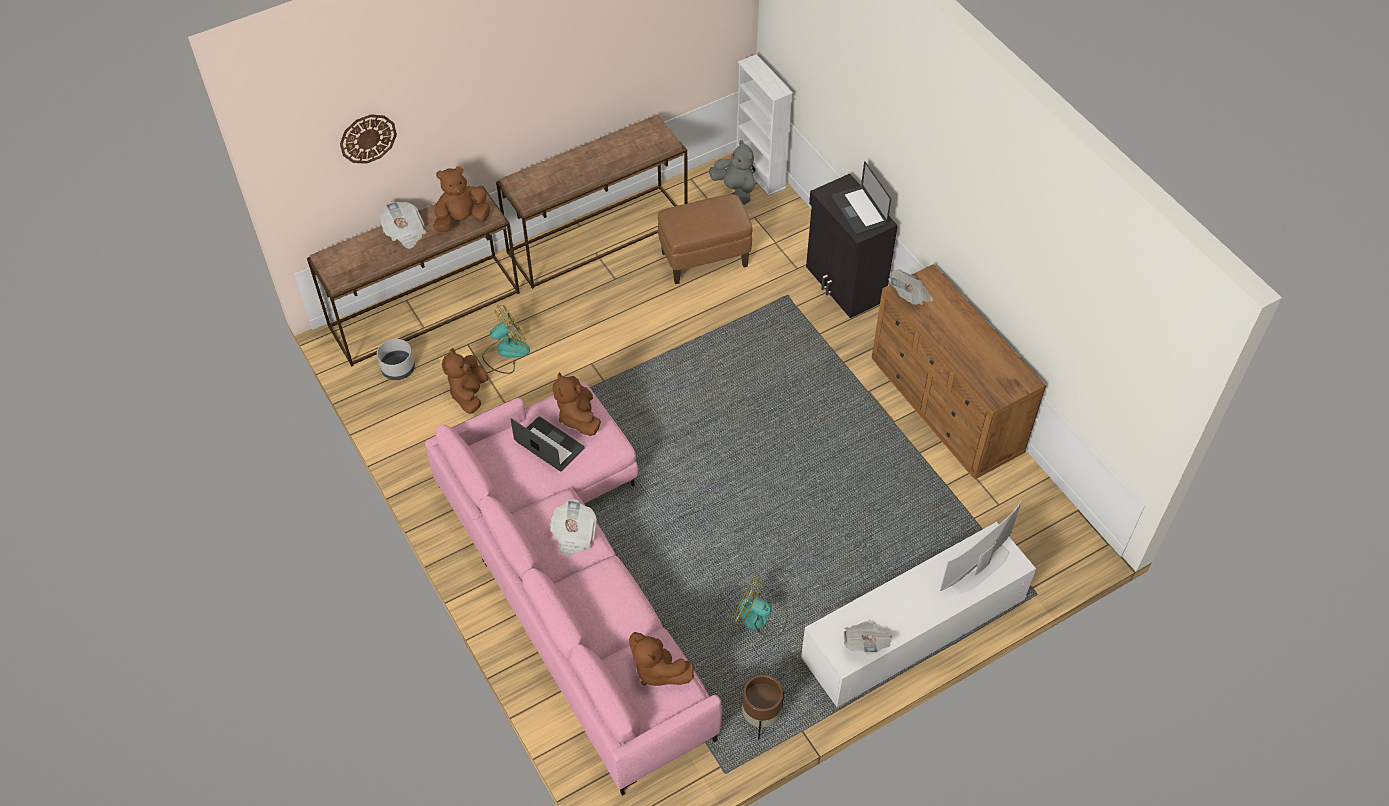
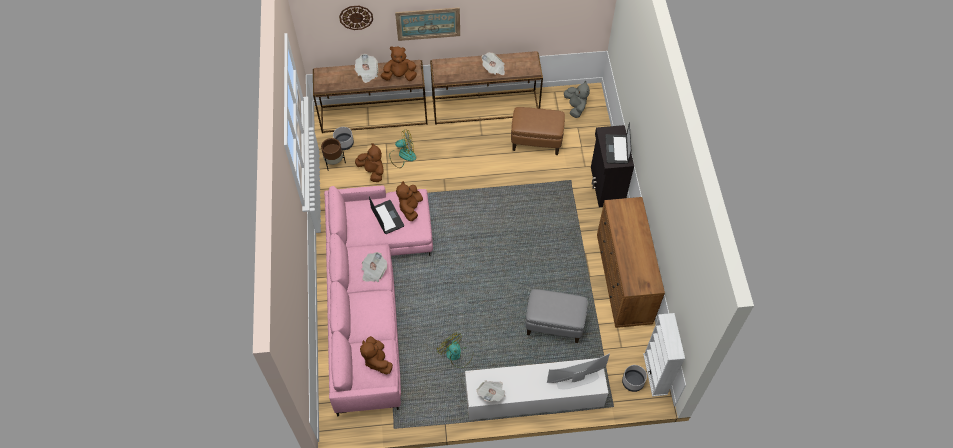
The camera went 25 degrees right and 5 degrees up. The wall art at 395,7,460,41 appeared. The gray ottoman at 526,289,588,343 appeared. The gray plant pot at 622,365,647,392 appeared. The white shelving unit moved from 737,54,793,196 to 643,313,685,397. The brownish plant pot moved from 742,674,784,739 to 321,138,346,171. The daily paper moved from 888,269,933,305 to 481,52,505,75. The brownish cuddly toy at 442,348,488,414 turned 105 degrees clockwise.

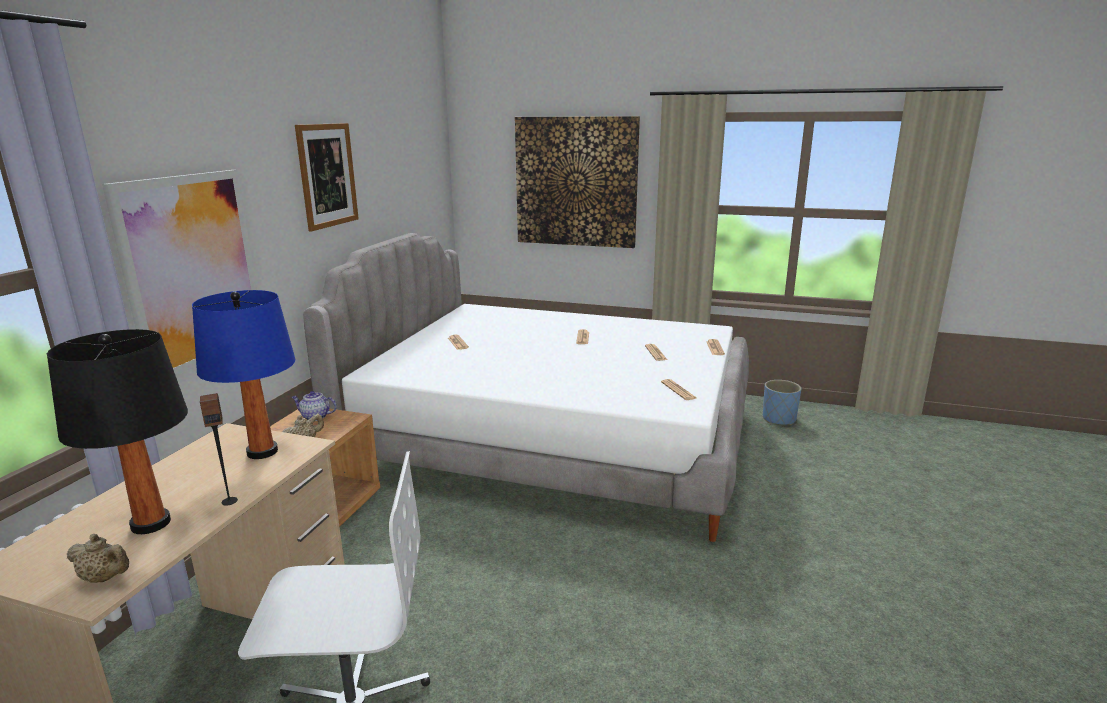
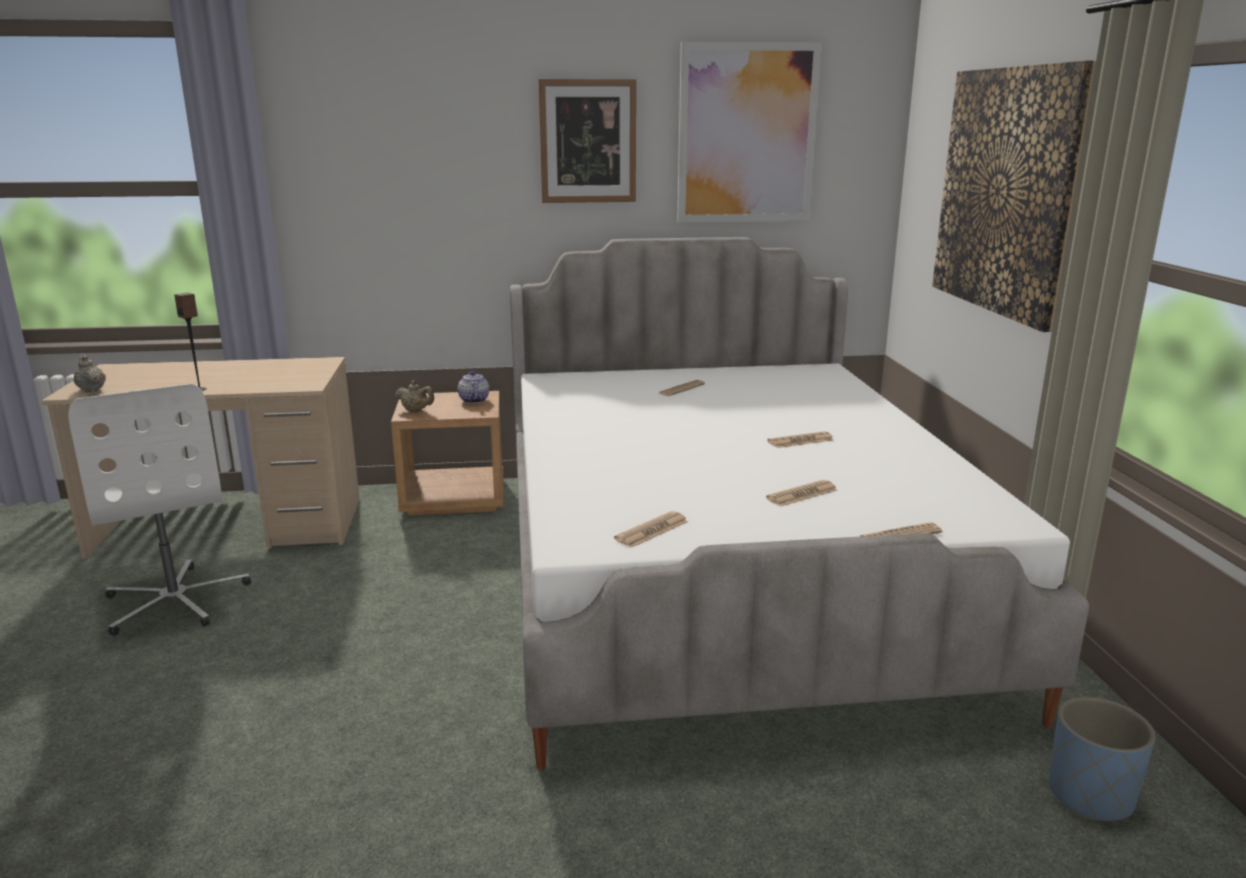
The camera went 65 degrees right and 0 degrees up. The blackish tabletop lamp at 47,329,188,534 disappeared. The blue-coloured tabletop lamp at 192,290,296,459 disappeared. The wall art moved from 102,170,257,376 to 677,41,822,223. The beige pot for tea at 67,534,129,583 turned 150 degrees clockwise.

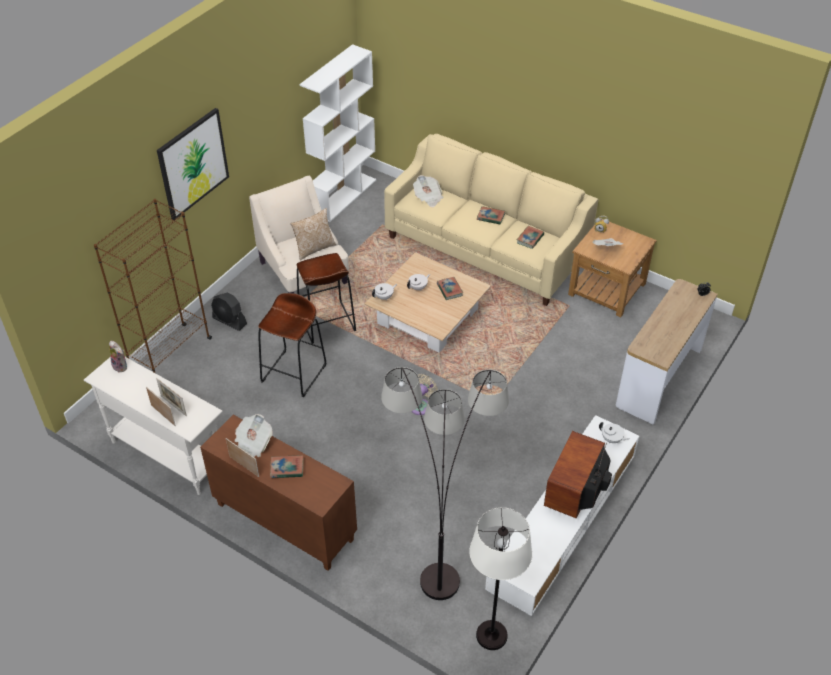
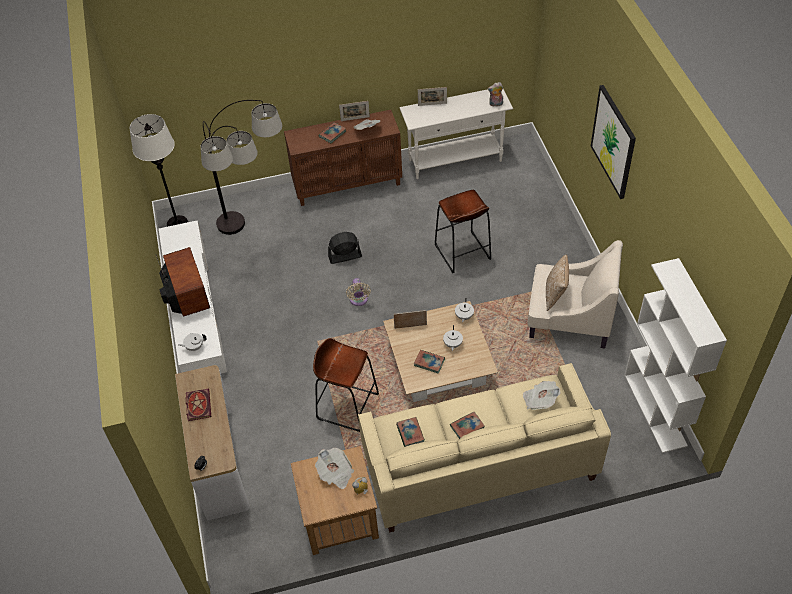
The camera went 135 degrees right and 5 degrees up. The brownish shelving unit at 94,199,212,373 disappeared. The book at 186,389,211,421 appeared. The picture frame moved from 156,378,187,416 to 393,310,427,329. The blackish cooling fan moved from 211,293,247,331 to 328,232,362,264. The brownish sitting stool moved from 297,253,356,344 to 313,338,379,432.

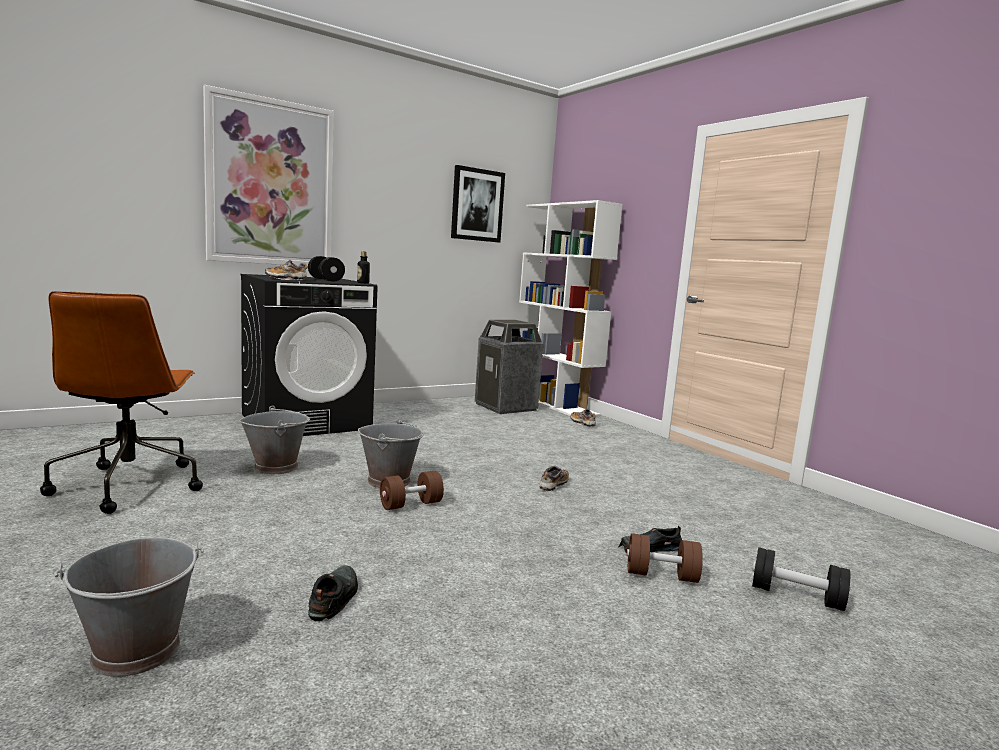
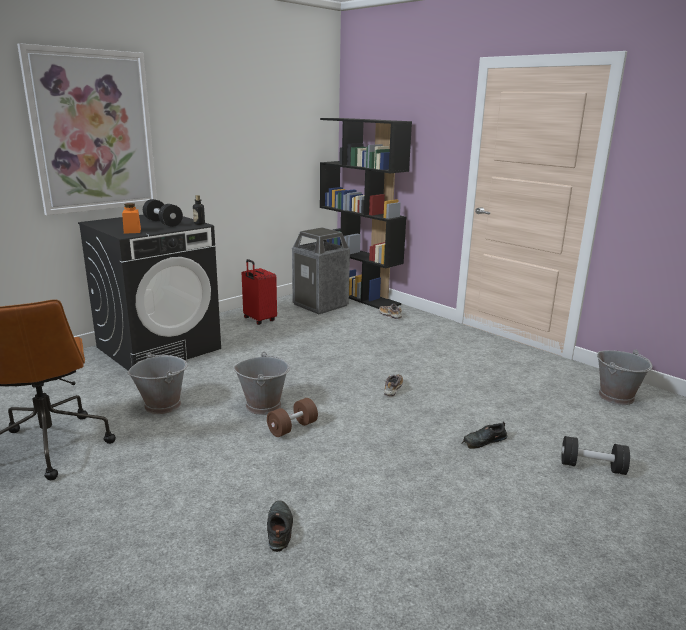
The camera went 10 degrees left and 10 degrees up. The wall art at 451,165,505,243 disappeared. The brownish dumbbell at 627,533,703,583 disappeared. The reddish travel case at 242,259,277,325 appeared. The gray pail moved from 54,537,204,677 to 597,350,652,405. The shoe at 265,260,308,280 was replaced by the orange storage jar at 122,203,141,234. The white shelving unit at 519,200,622,417 became the blackish shelving unit at 320,118,412,309.

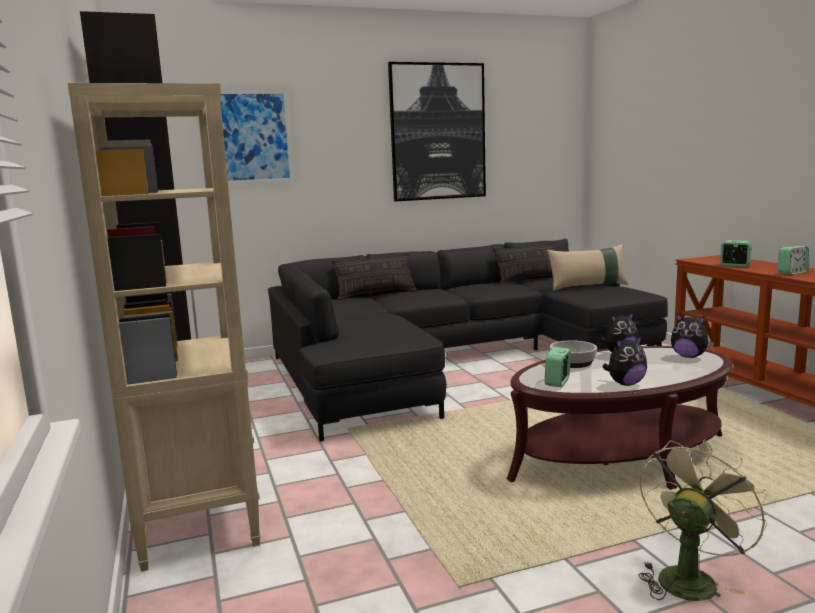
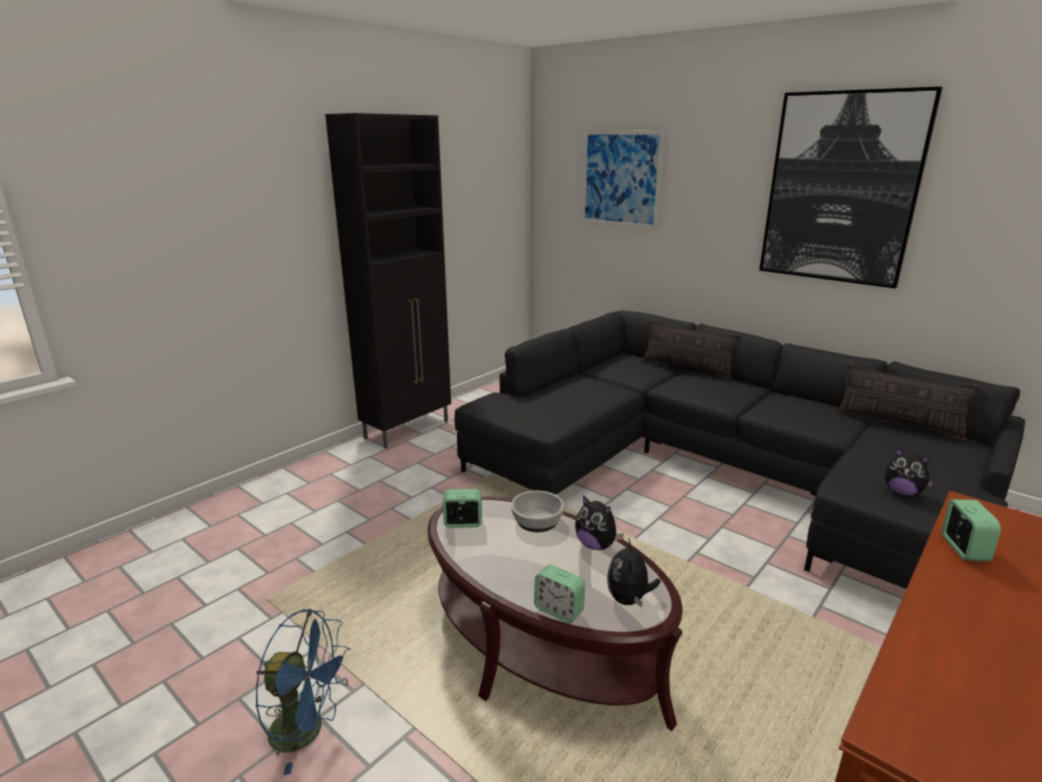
The camera went 60 degrees right and 10 degrees up. The beige shelving unit at 68,83,261,572 disappeared. The beige throw pillow at 547,244,628,291 disappeared. The cuddly toy moved from 602,335,647,386 to 885,448,934,496. The table clock moved from 778,246,809,275 to 534,565,585,623. The greenish cooling fan at 638,439,768,601 became the blue-coloured cooling fan at 255,609,351,775.

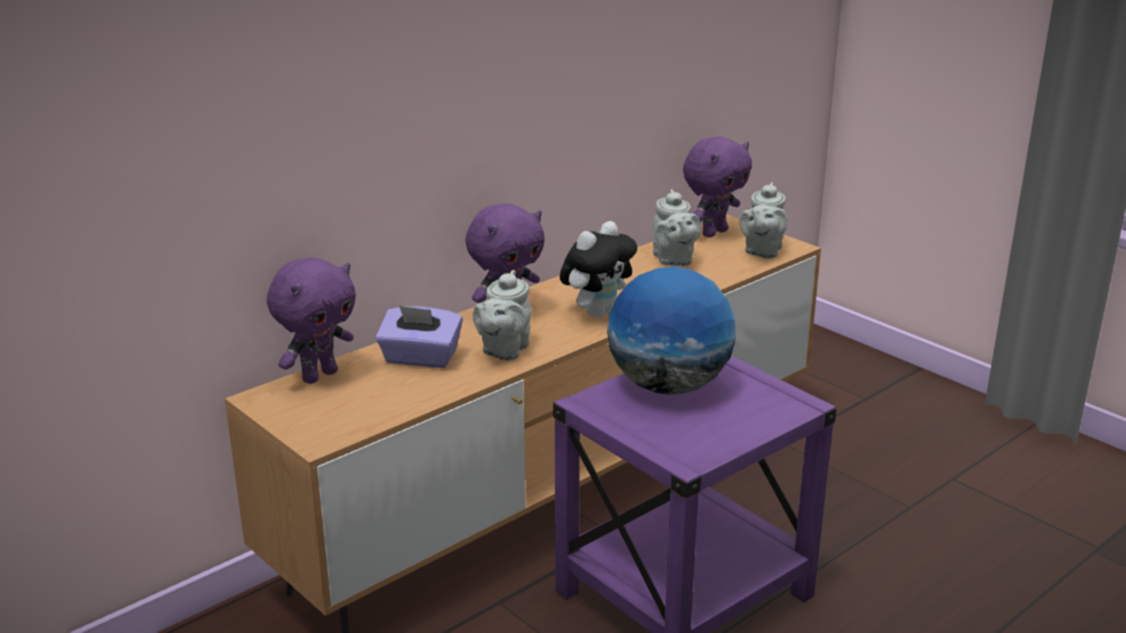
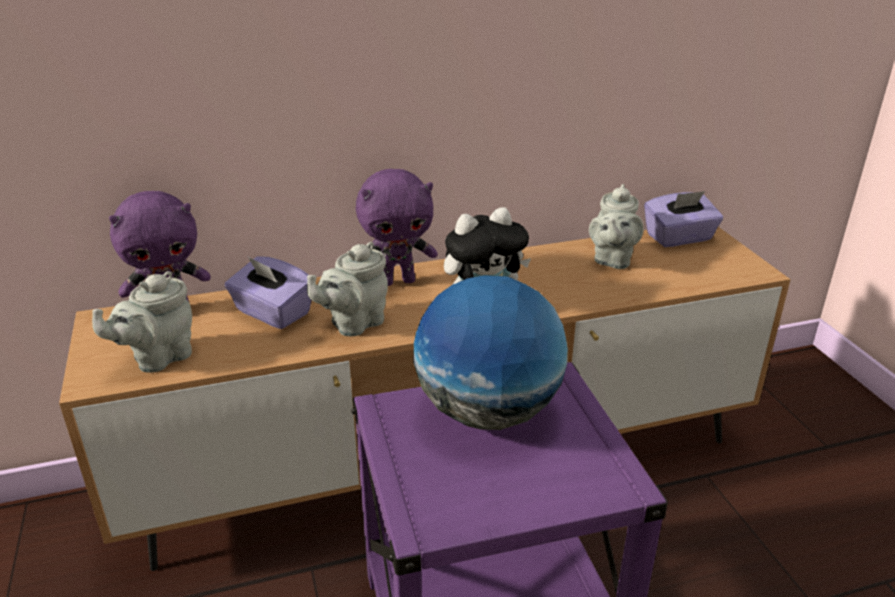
The camera went 25 degrees right and 5 degrees up. The gray pot for tea moved from 739,182,788,259 to 92,271,192,373. The purple-coloured cuddly toy at 683,137,752,238 was replaced by the purple-coloured tissue holder at 644,191,723,247.

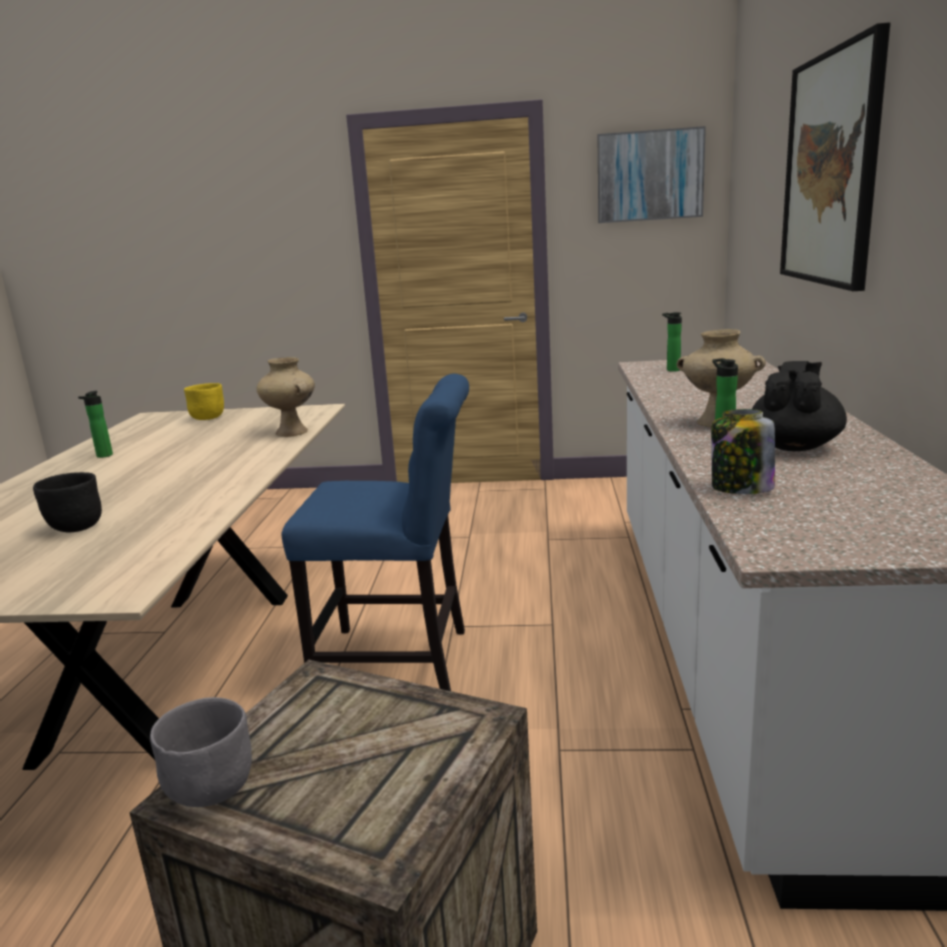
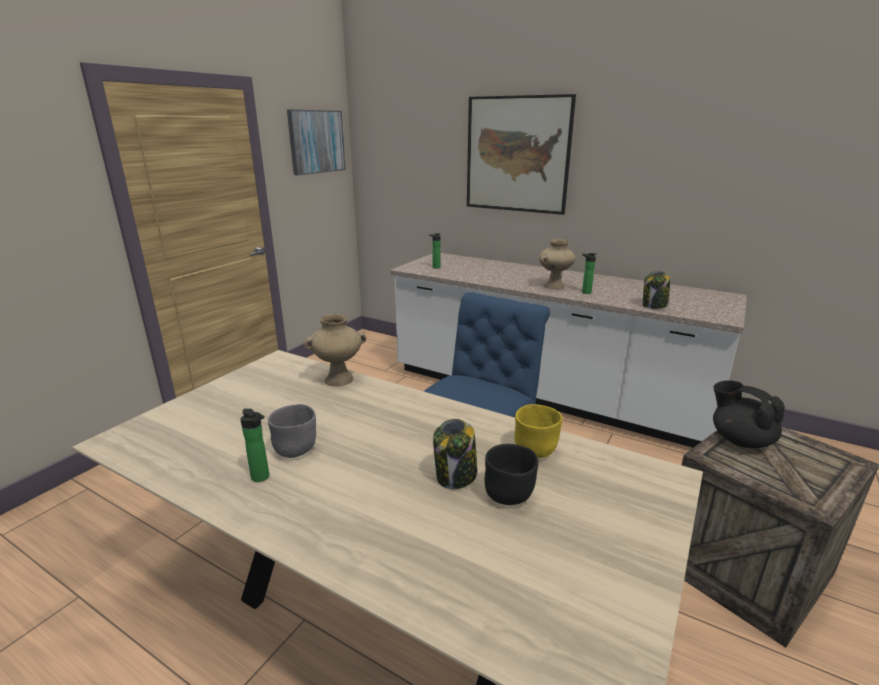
The camera went 65 degrees left and 5 degrees up. The storage jar at 433,419,477,489 appeared. The gray deep dish moved from 150,697,252,807 to 268,404,316,458. The yellow deep dish moved from 184,383,224,420 to 515,404,562,458. The blackish pot for tea moved from 752,361,847,451 to 713,381,785,448.

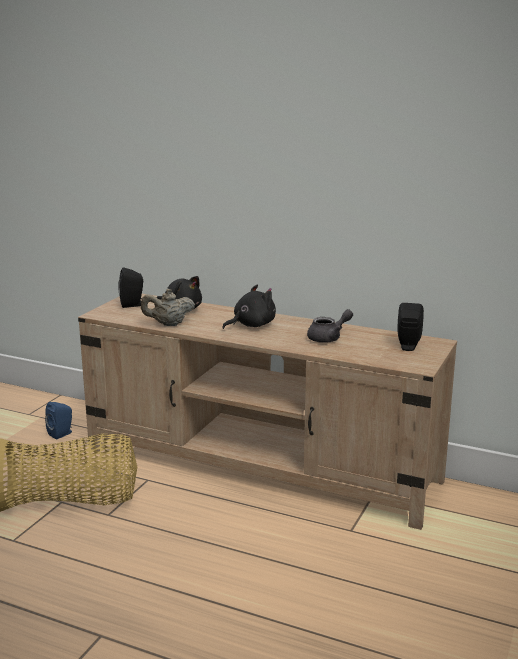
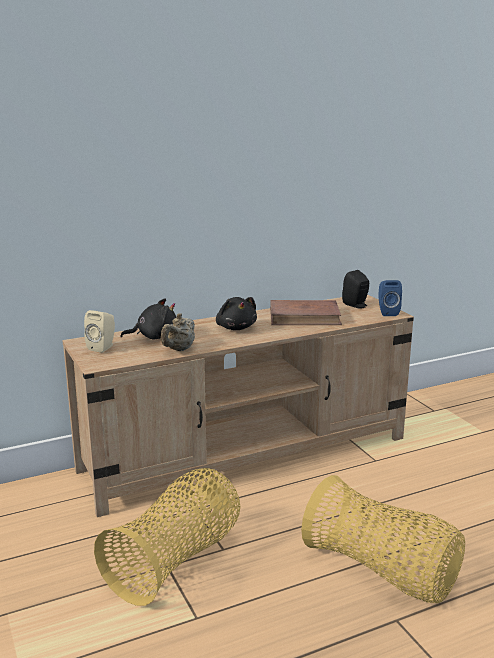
The camera went 50 degrees left and 0 degrees up. The storage basket at 301,475,465,603 appeared. The blue-coloured loudspeaker moved from 45,402,72,439 to 379,280,402,316. The gray pot for tea at 307,309,353,343 was replaced by the brownish book at 270,300,342,325. The blackish loudspeaker at 118,267,143,308 became the beige loudspeaker at 84,310,115,353. The blackish cuddly toy at 222,285,276,329 turned 150 degrees clockwise.

